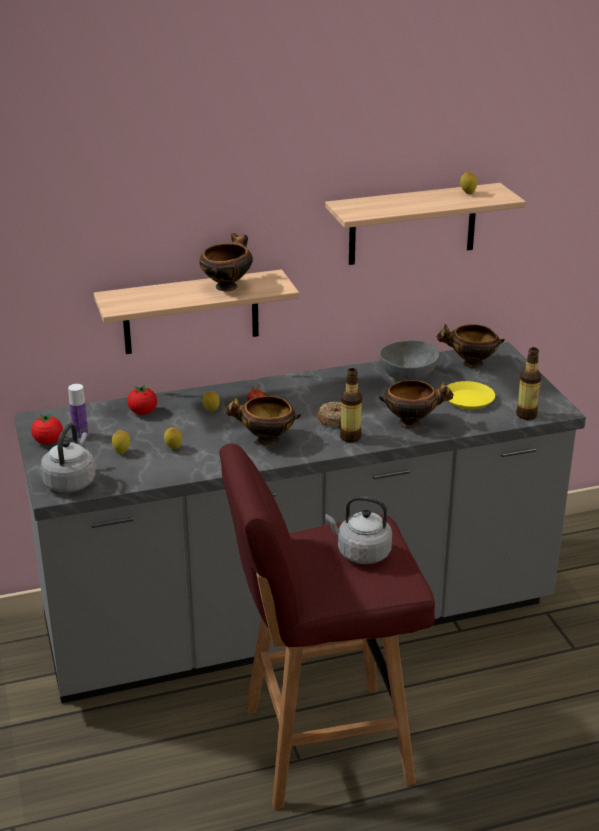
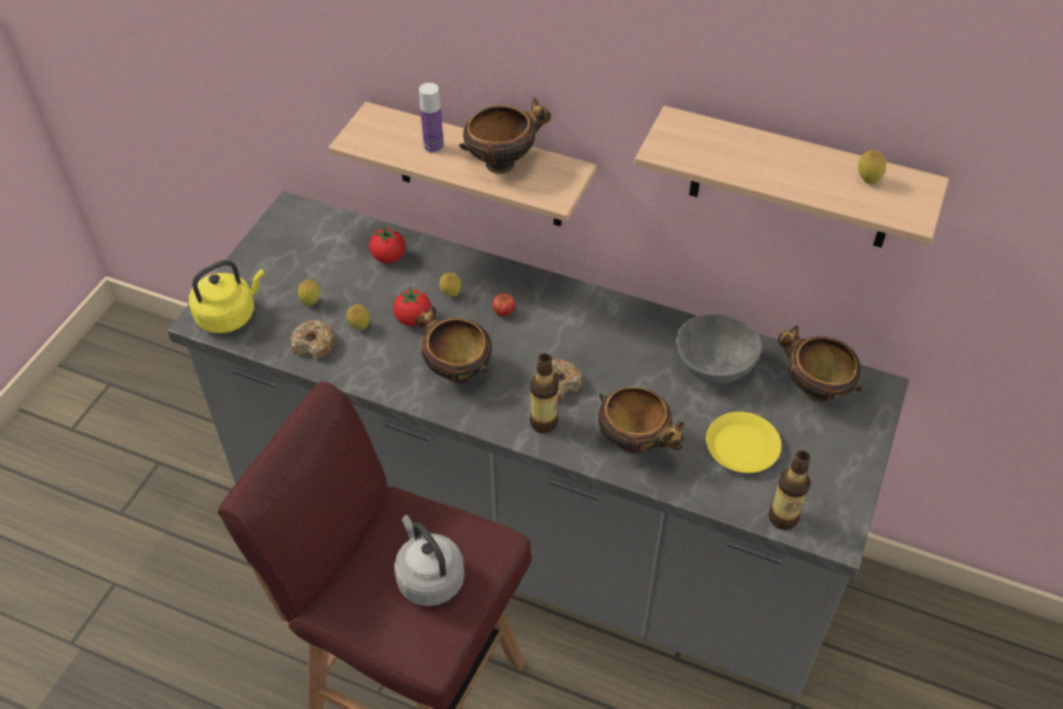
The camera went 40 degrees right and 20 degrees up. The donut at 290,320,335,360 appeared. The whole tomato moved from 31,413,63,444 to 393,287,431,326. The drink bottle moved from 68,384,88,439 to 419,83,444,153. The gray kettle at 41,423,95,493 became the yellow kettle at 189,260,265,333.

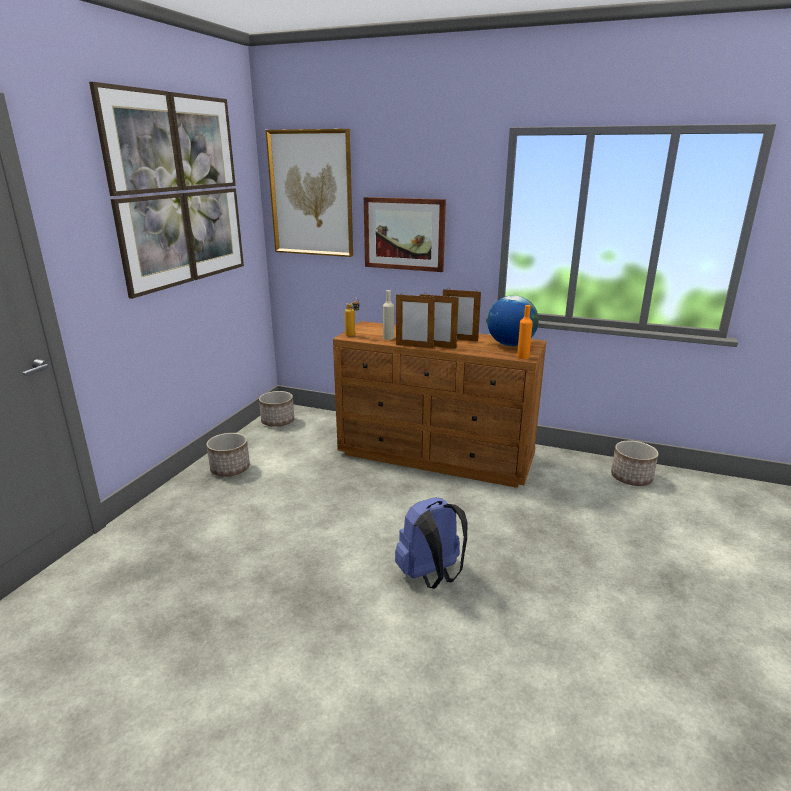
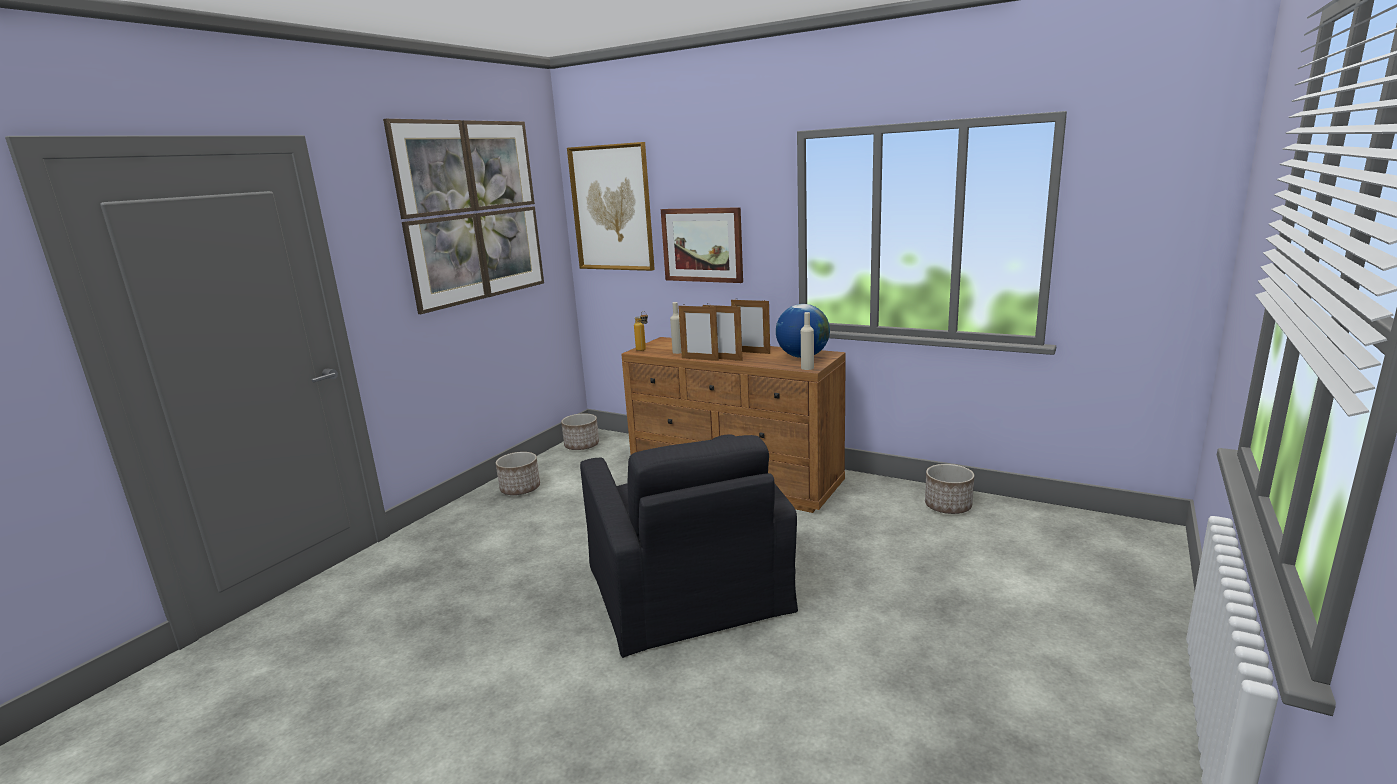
The camera went 10 degrees right and 5 degrees down. The blue-coloured knapsack at 395,497,468,589 was replaced by the blackish armchair at 580,435,798,658. The orange drink bottle at 517,305,533,359 became the beige drink bottle at 801,312,814,370.

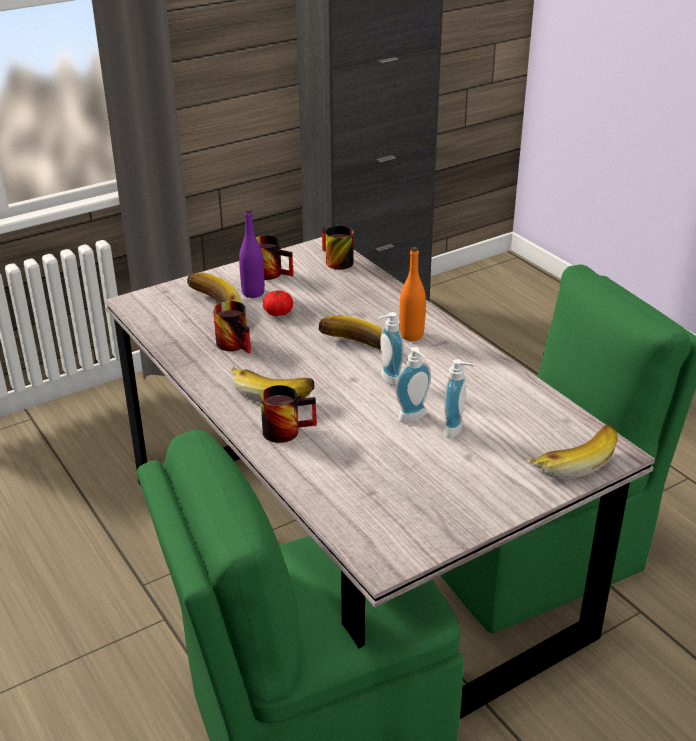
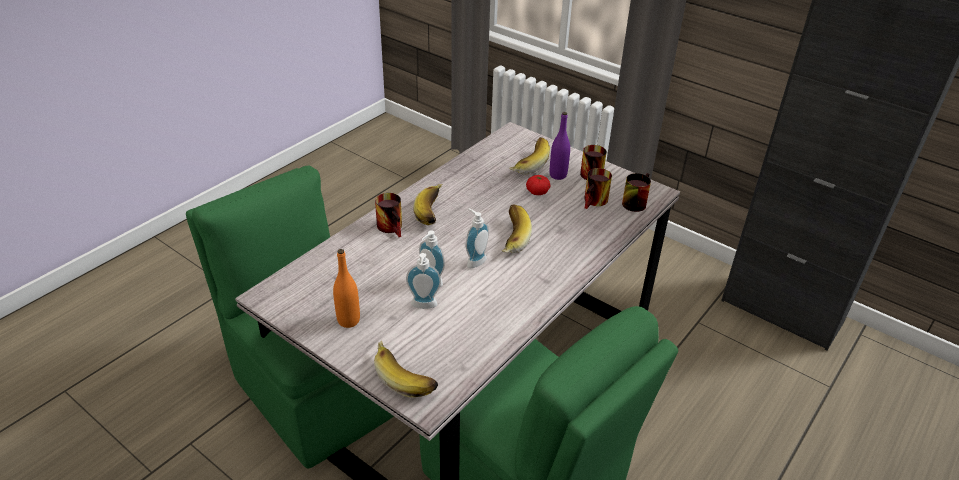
The camera went 70 degrees right and 5 degrees up. The coffee mug moved from 213,301,251,354 to 584,168,612,209. The orange drink bottle moved from 399,247,426,341 to 333,249,360,328.

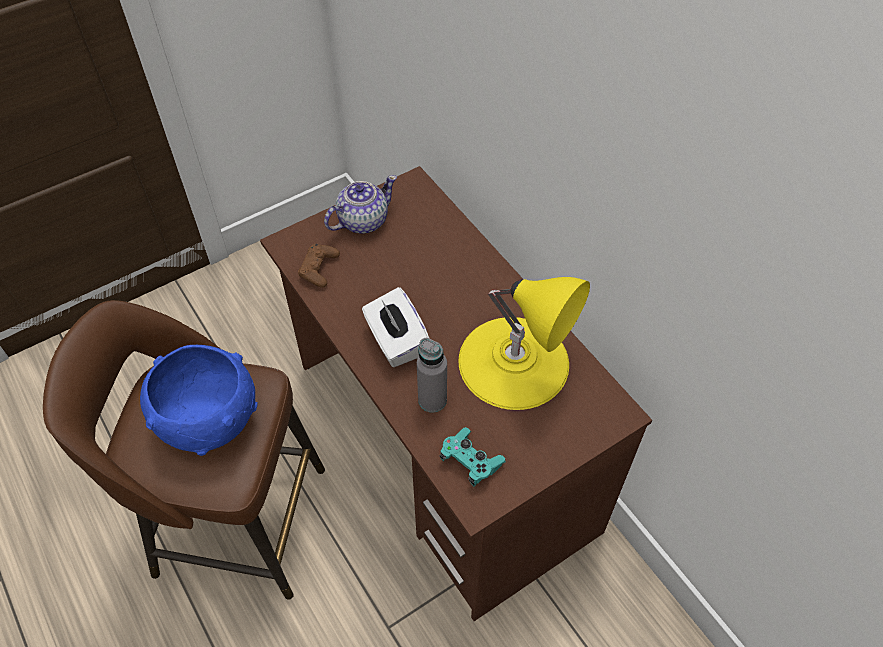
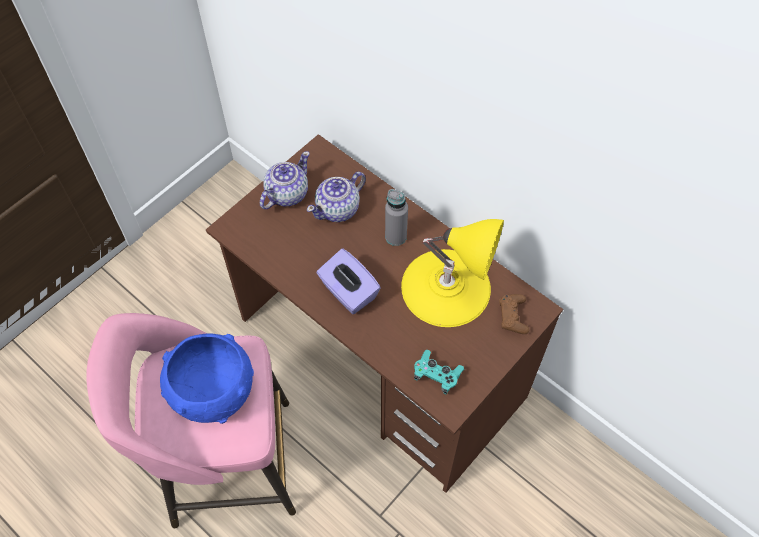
The camera went 15 degrees left and 5 degrees up. The pot for tea at 307,172,366,222 appeared. The brownish joypad moved from 298,244,340,288 to 499,294,529,334. The gray drink bottle moved from 417,338,447,413 to 385,189,408,246. The brownish sitting stool at 43,300,325,600 became the pink sitting stool at 86,313,296,528. The white tissue holder at 362,287,429,367 became the purple-coloured tissue holder at 317,249,381,314.

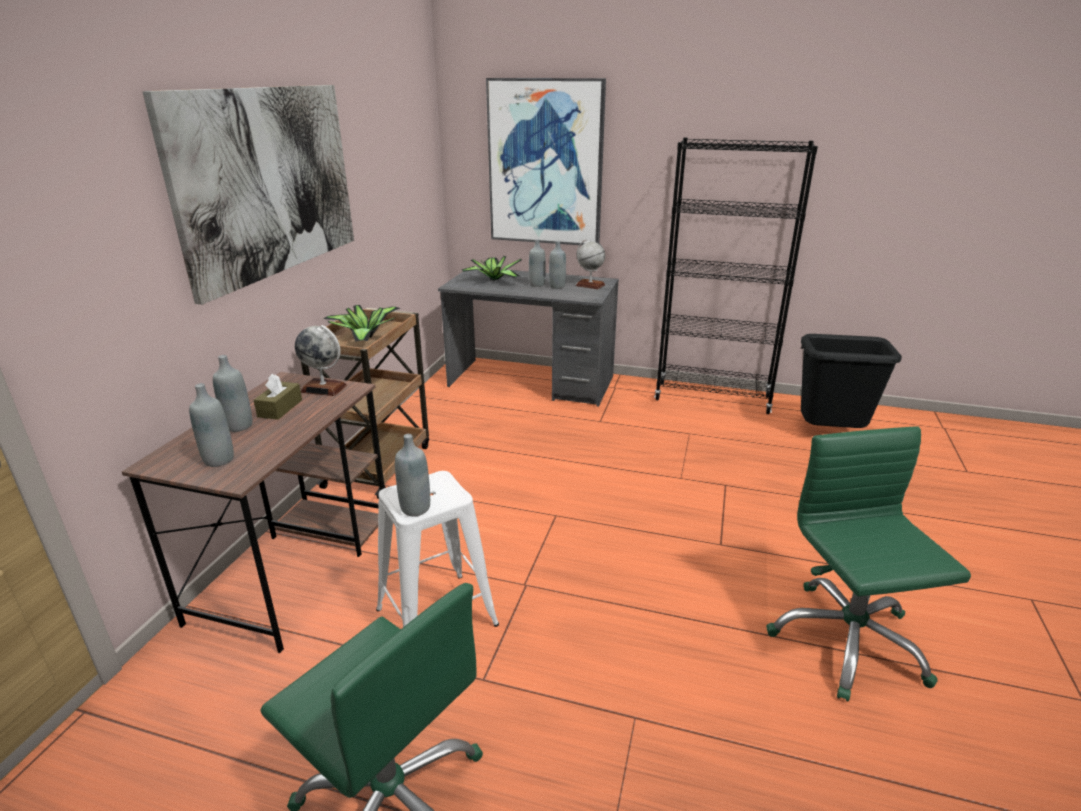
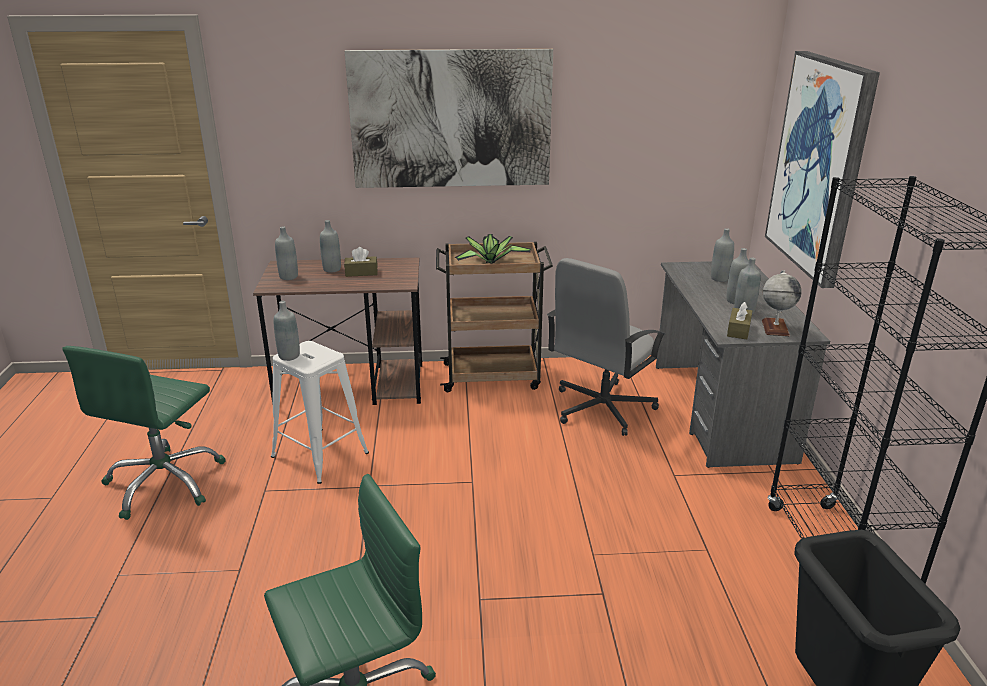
The camera went 70 degrees right and 0 degrees up. The desk globe at 295,325,347,396 disappeared. The gray office chair at 547,258,666,436 appeared. The brownish tissue holder at 727,302,752,339 appeared. The plant in a pot at 462,256,522,281 was replaced by the gray drink bottle at 711,228,734,282.

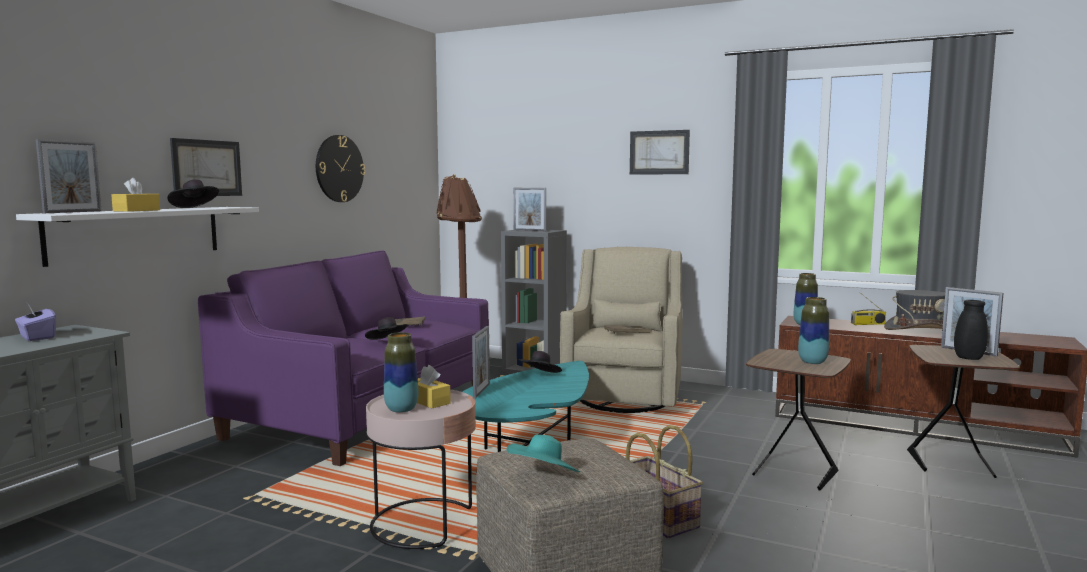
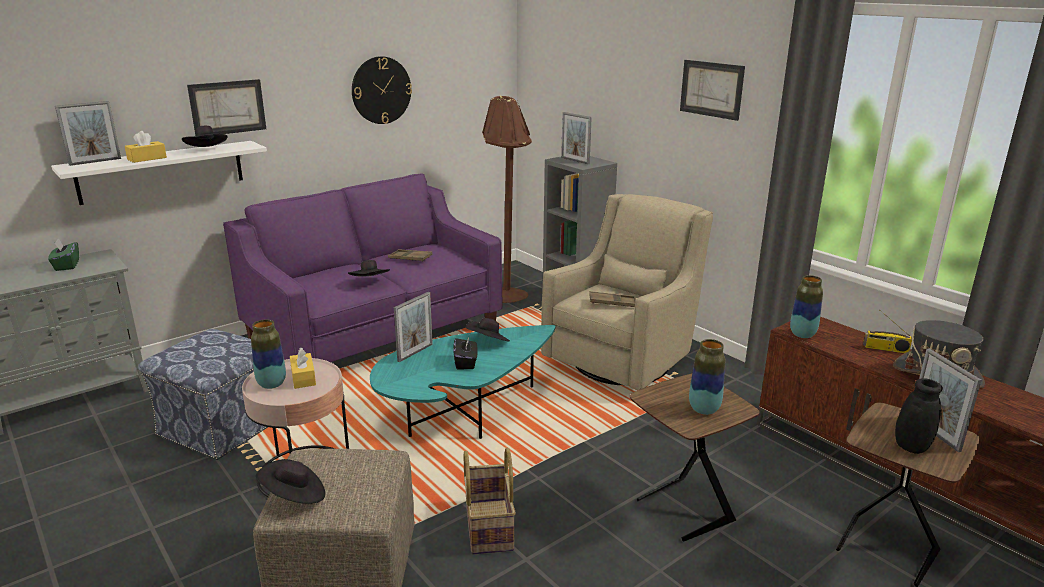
The camera went 25 degrees right and 15 degrees up. The ottoman at 138,329,268,460 appeared. The blackish tissue holder at 454,338,478,370 appeared. The purple-coloured tissue holder at 15,303,56,341 became the greenish tissue holder at 48,238,79,271. The turquoise-coloured clothing hat at 507,435,580,472 became the blackish clothing hat at 256,459,325,504.

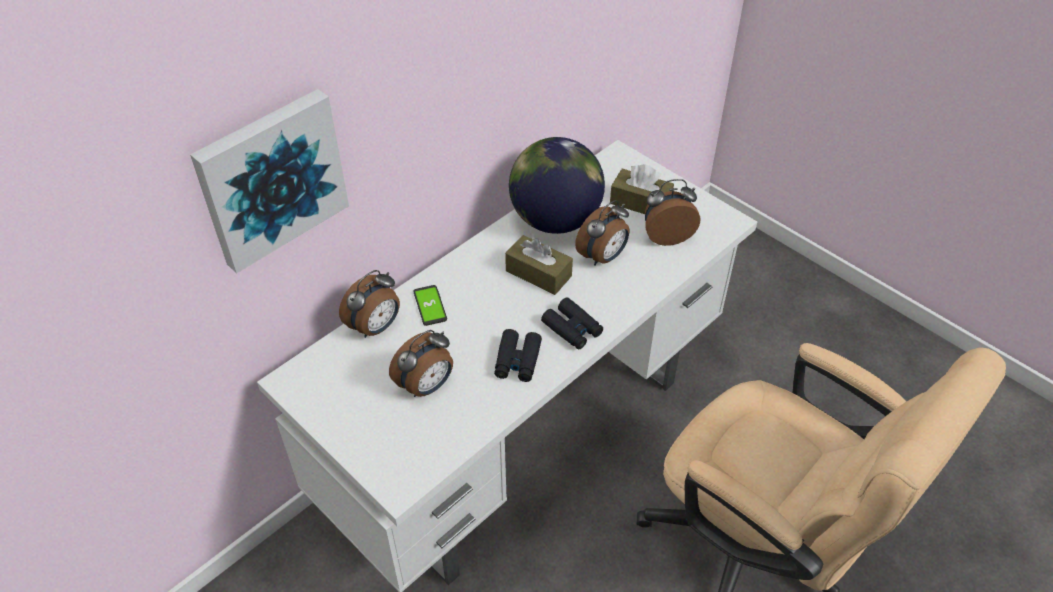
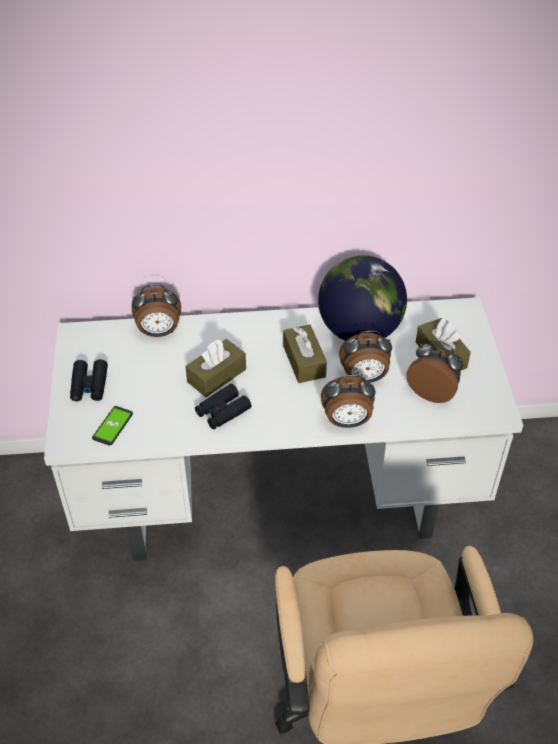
The camera went 40 degrees right and 0 degrees up. The wall art at 190,89,349,273 disappeared. The brownish tissue holder at 185,339,246,397 appeared. The table clock moved from 389,330,453,397 to 321,375,376,428. The telephone moved from 413,285,447,326 to 92,406,133,446. The blackish field glasses moved from 541,297,603,349 to 70,359,108,401.

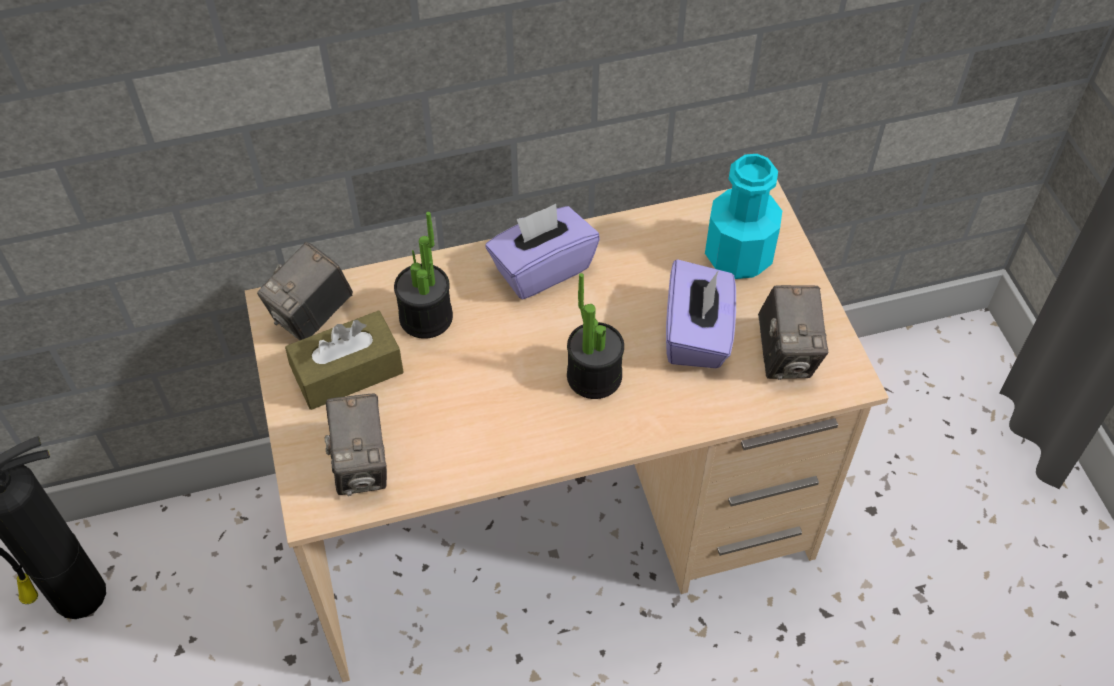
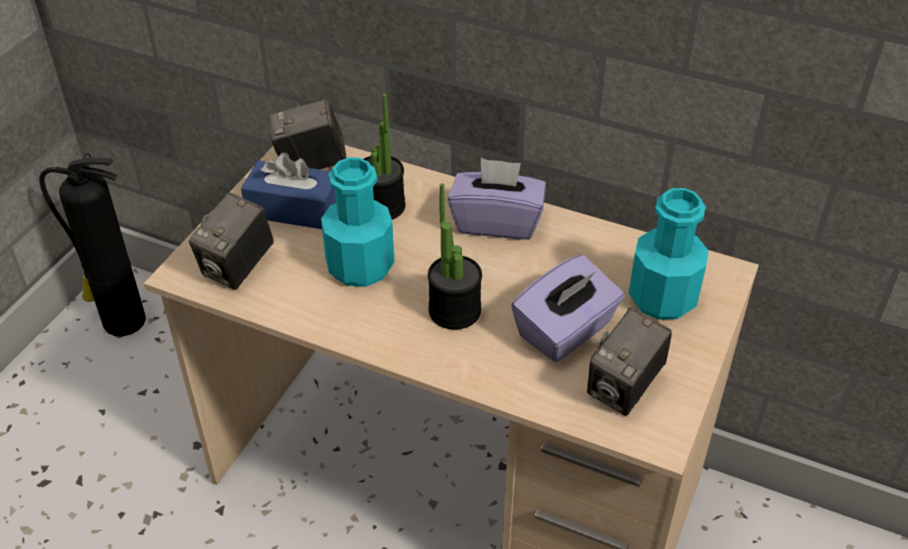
The camera went 40 degrees right and 10 degrees down. The turquoise-coloured drink bottle at 321,157,395,287 appeared. The brownish tissue holder at 285,311,403,410 became the blue-coloured tissue holder at 241,152,336,229.

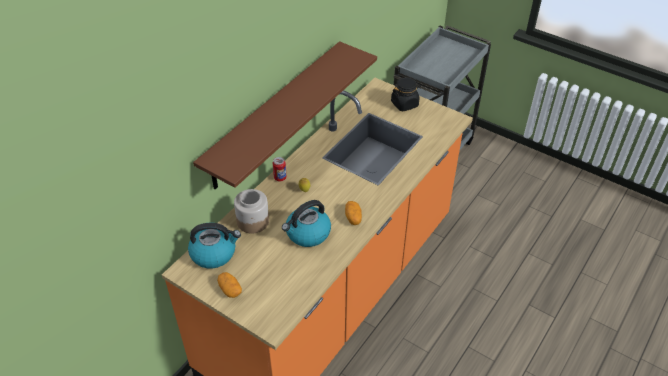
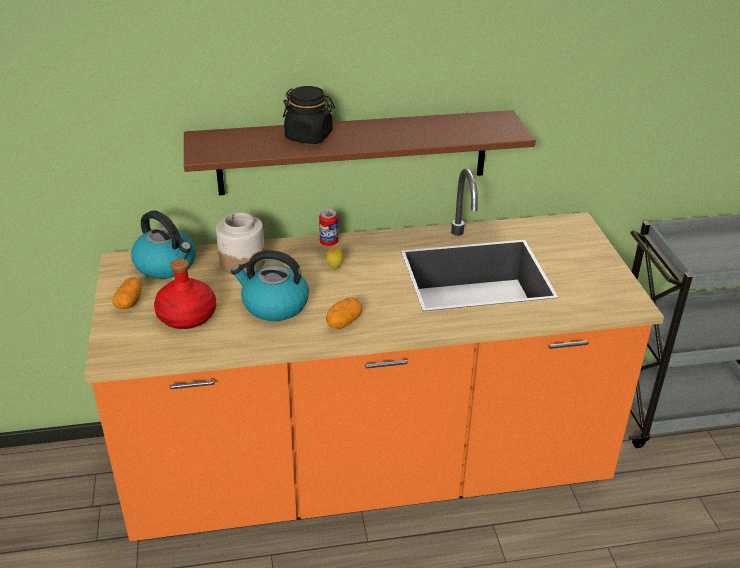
The camera went 45 degrees right and 10 degrees down. The reddish drink bottle at 154,259,216,329 appeared. The blackish storage jar moved from 391,77,421,111 to 283,86,335,144.

